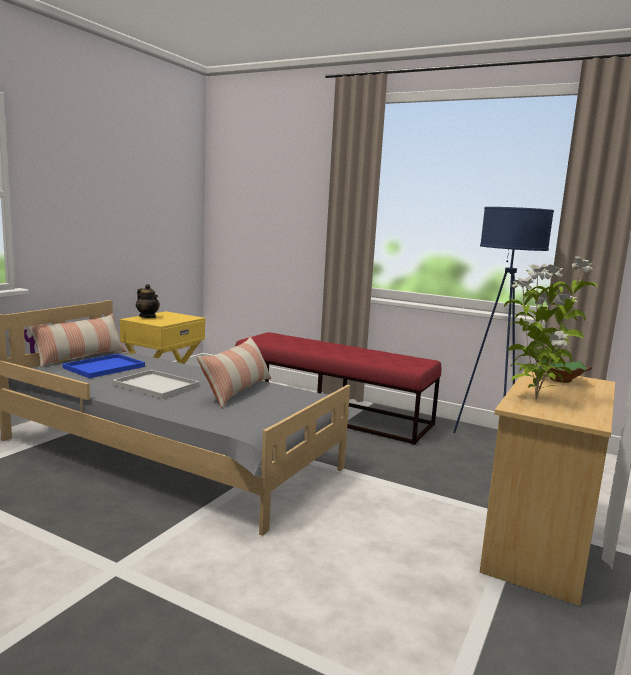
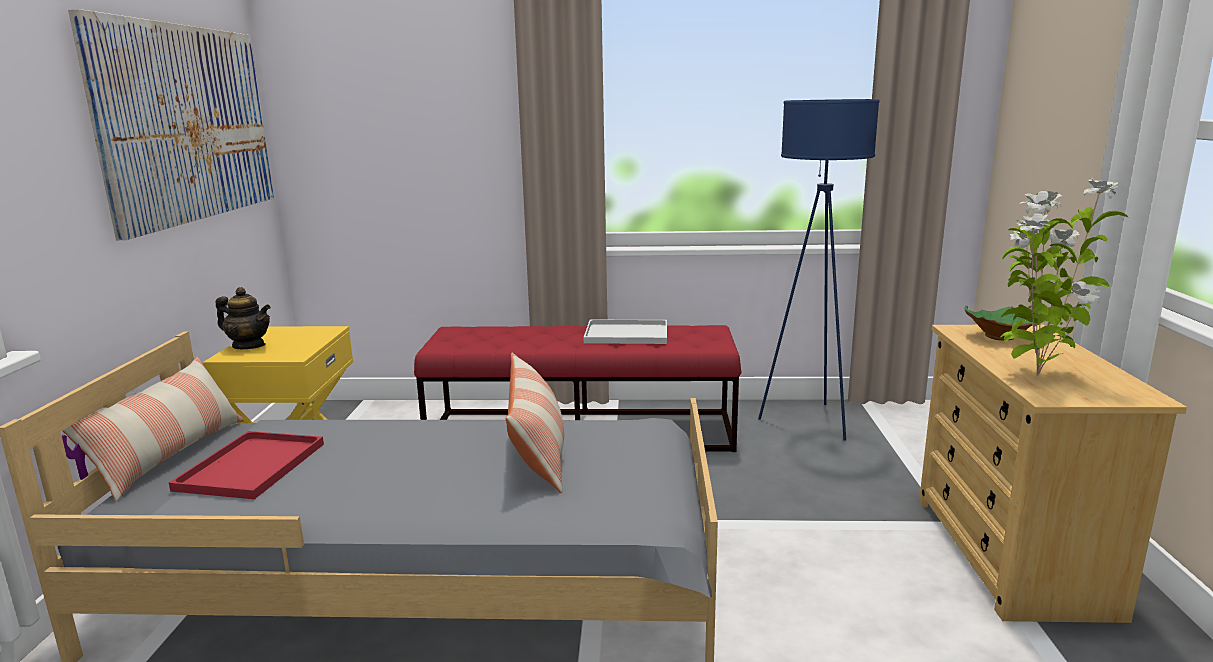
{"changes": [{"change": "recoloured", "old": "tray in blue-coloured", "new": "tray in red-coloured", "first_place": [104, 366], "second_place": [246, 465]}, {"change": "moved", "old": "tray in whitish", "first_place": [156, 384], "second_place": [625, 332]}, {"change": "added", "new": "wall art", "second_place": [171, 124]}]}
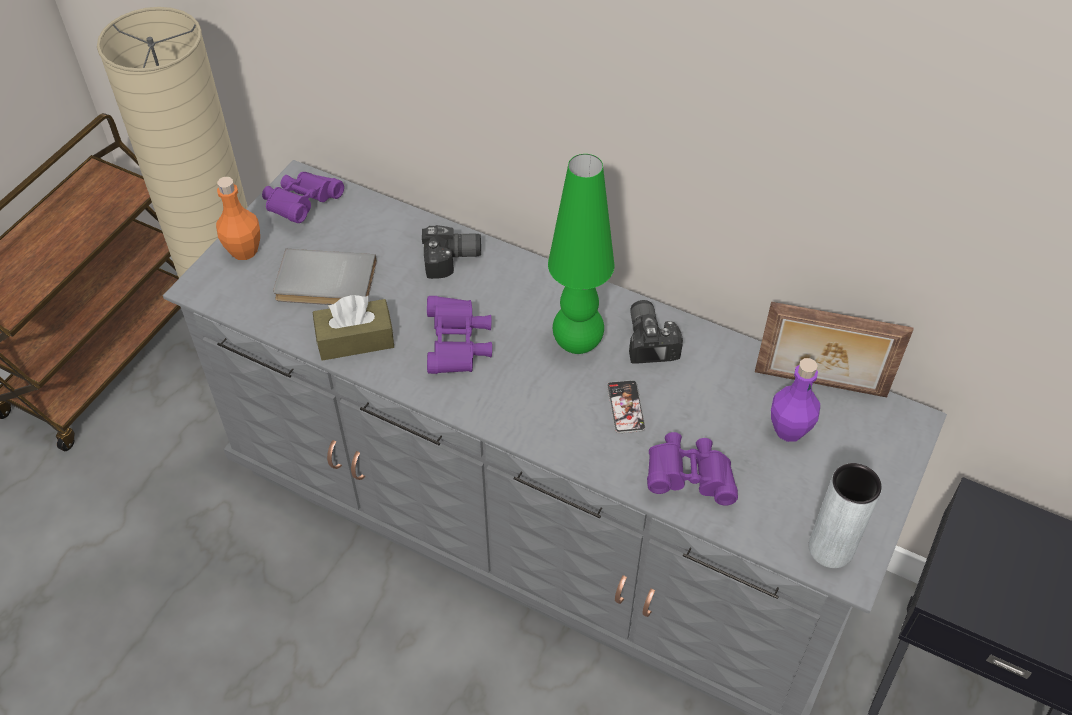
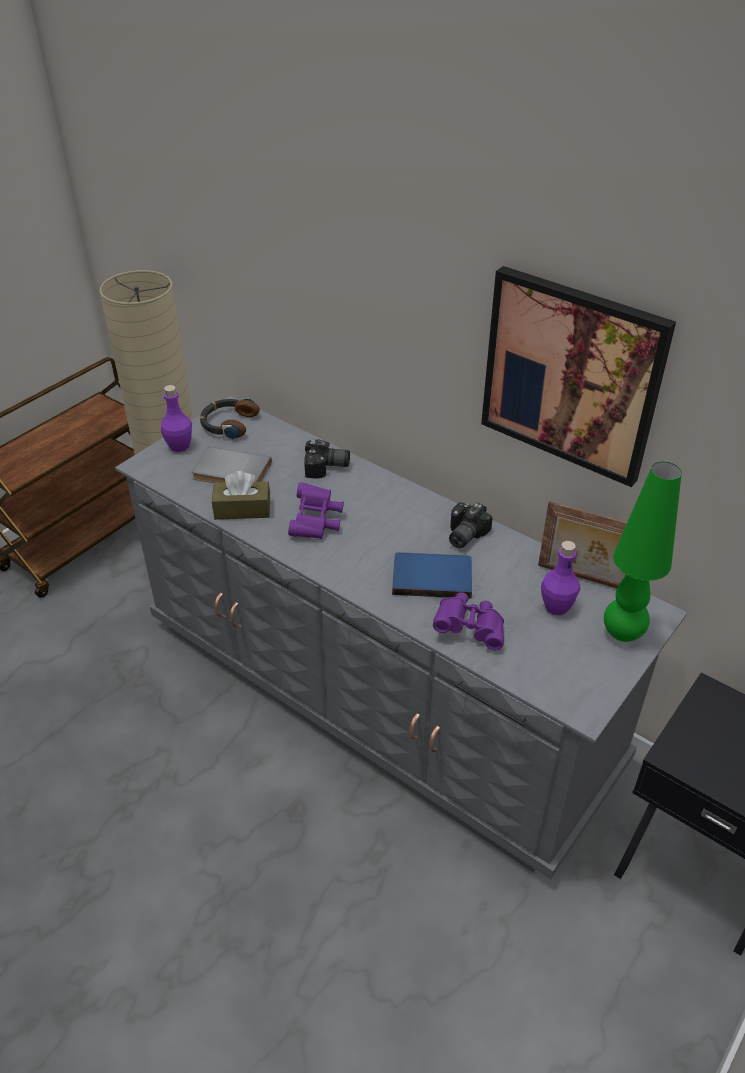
{"changes": [{"change": "recoloured", "old": "bottle in orangey", "new": "bottle in purple-coloured", "first_place": [238, 218], "second_place": [176, 418]}, {"change": "replaced", "old": "binoculars in purple-coloured", "new": "pair of headphones", "first_place": [303, 197], "second_place": [230, 418]}, {"change": "moved", "old": "table lamp in green", "first_place": [581, 254], "second_place": [643, 552]}, {"change": "replaced", "old": "telephone", "new": "bound book in blue-coloured", "first_place": [626, 406], "second_place": [432, 575]}, {"change": "turned", "old": "photo camera", "first_place": [656, 332], "second_place": [471, 525], "degrees": -150}, {"change": "removed", "old": "vase in greyish", "first_place": [845, 515]}, {"change": "added", "new": "wall art", "second_place": [578, 376]}]}
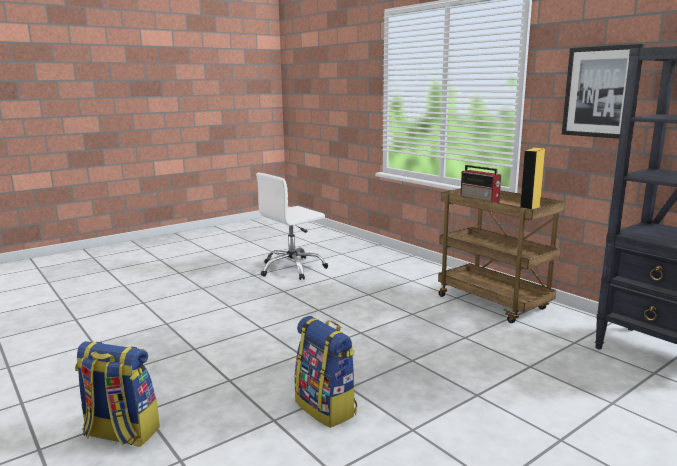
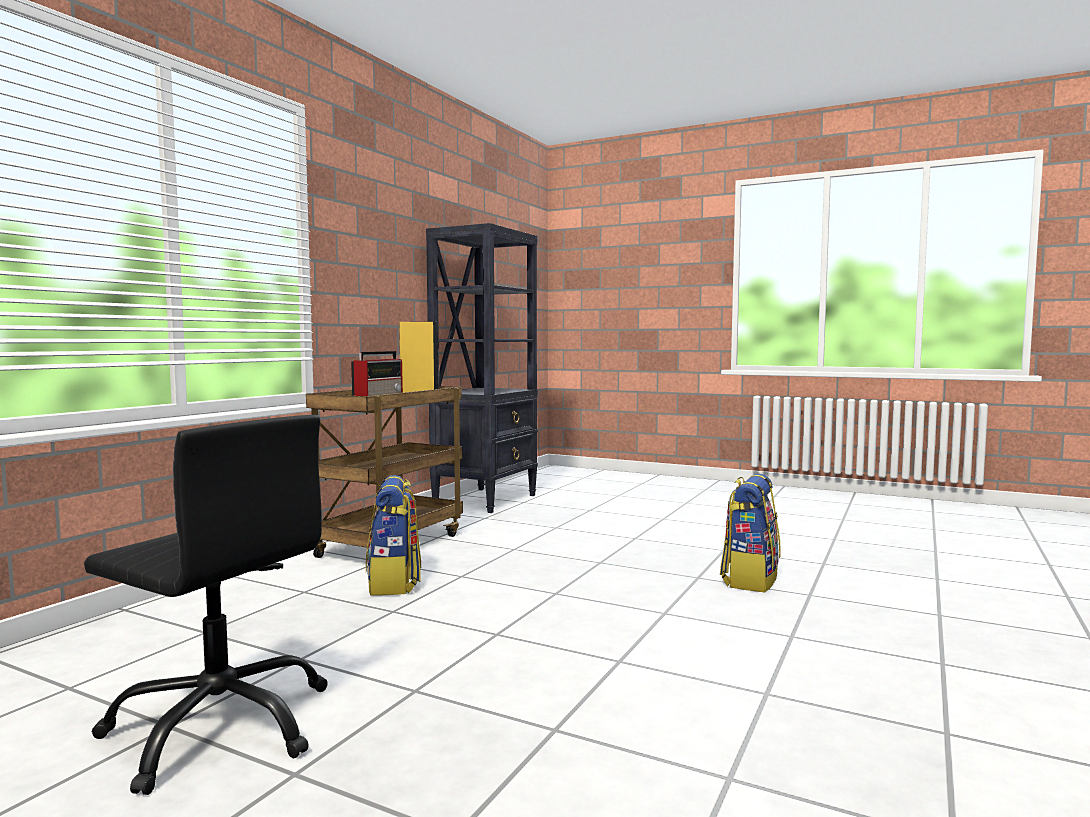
{"changes": [{"change": "moved", "old": "backpack", "first_place": [117, 394], "second_place": [393, 535]}, {"change": "recoloured", "old": "desk chair in whitish", "new": "desk chair in black", "first_place": [292, 226], "second_place": [206, 605]}, {"change": "removed", "old": "wall art", "first_place": [603, 91]}]}
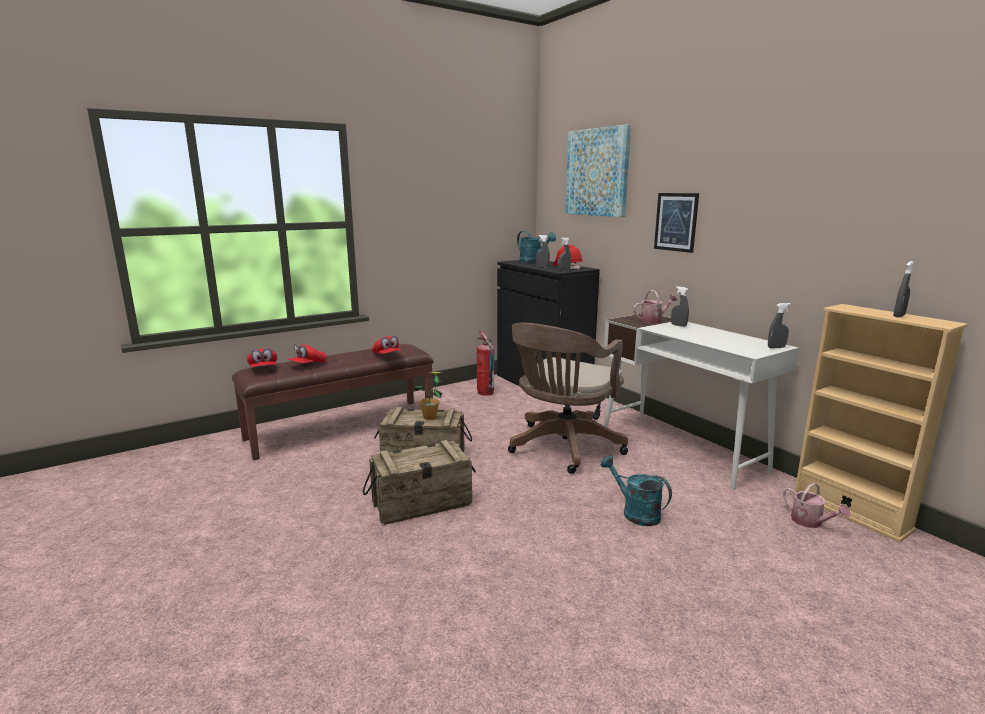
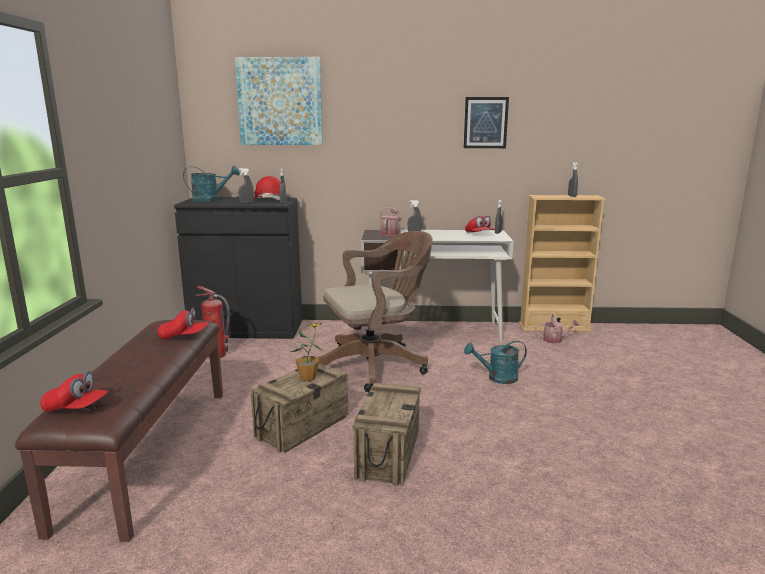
{"changes": [{"change": "moved", "old": "baseball cap in red-coloured", "first_place": [307, 353], "second_place": [479, 223]}, {"change": "turned", "old": "desk chair in brown", "first_place": [568, 398], "second_place": [375, 311], "degrees": -90}, {"change": "moved", "old": "wall art", "first_place": [676, 223], "second_place": [486, 122]}]}
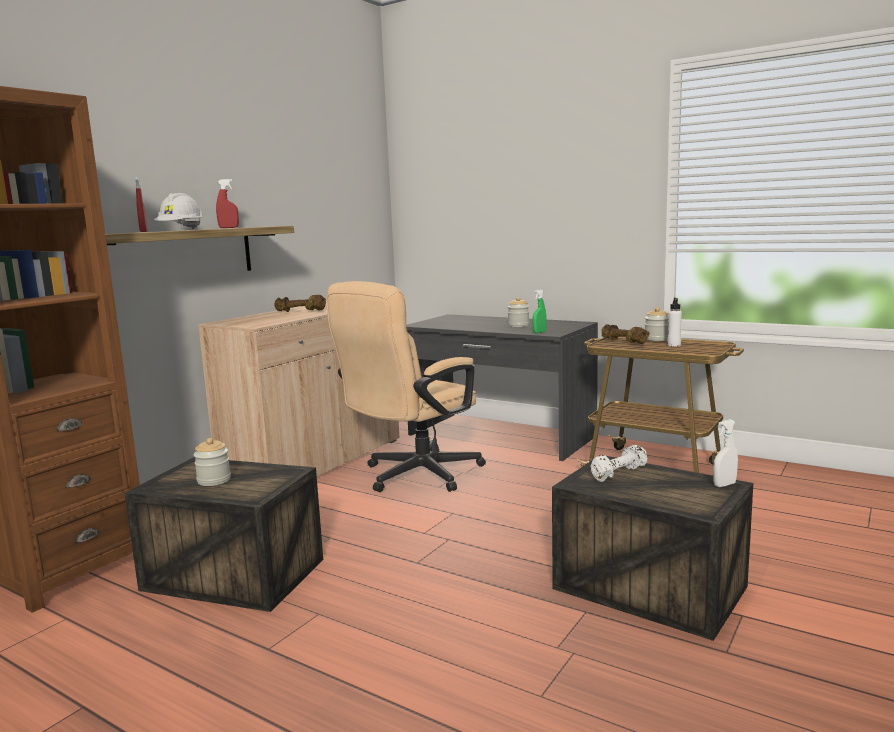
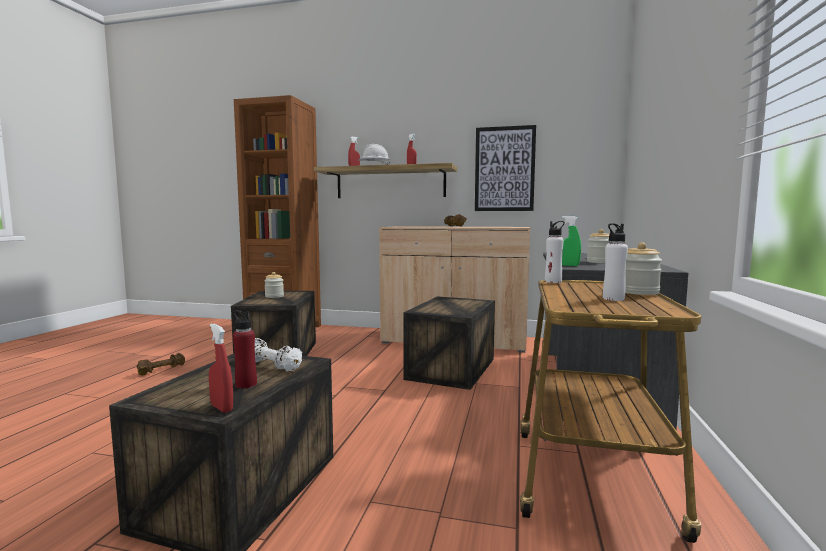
{"changes": [{"change": "replaced", "old": "desk chair in sand-coloured", "new": "packing crate", "first_place": [406, 386], "second_place": [449, 343]}, {"change": "moved", "old": "dumbbell in brown", "first_place": [625, 334], "second_place": [161, 364]}, {"change": "recoloured", "old": "sprayer in whitish", "new": "sprayer in red-coloured", "first_place": [725, 453], "second_place": [221, 368]}, {"change": "added", "new": "bottle in red-coloured", "second_place": [245, 349]}, {"change": "added", "new": "wall art", "second_place": [505, 168]}, {"change": "added", "new": "bottle in whitish", "second_place": [555, 252]}]}
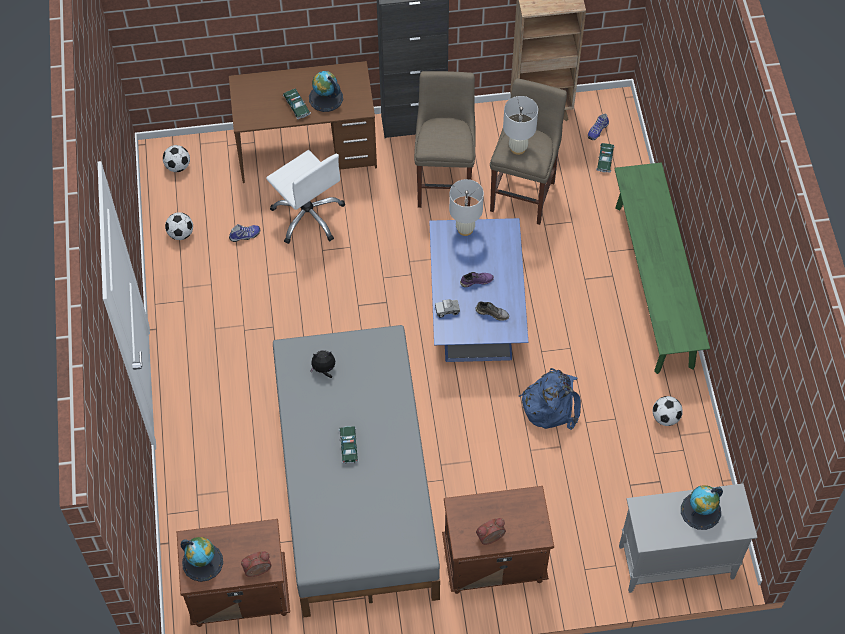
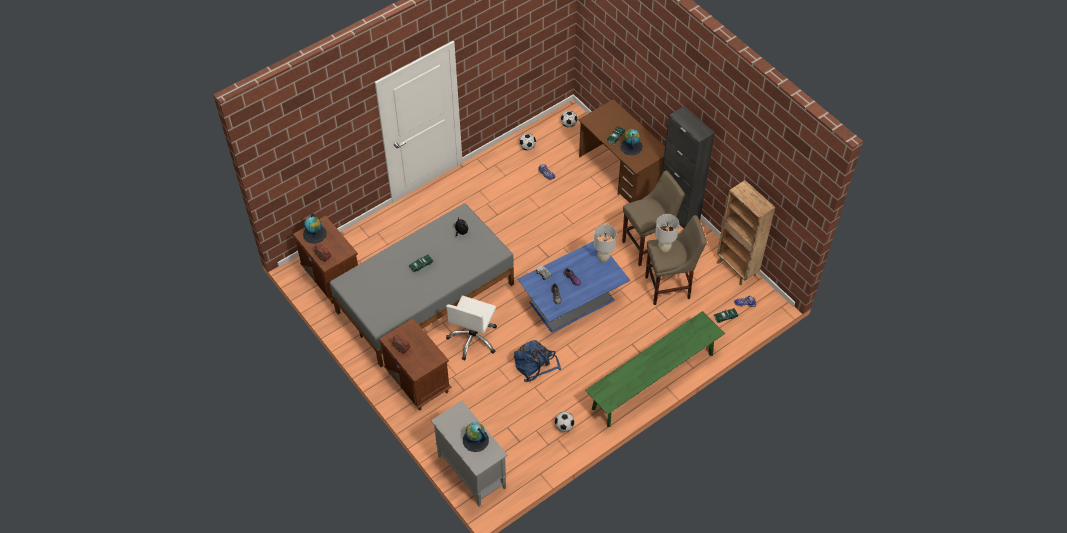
{"changes": [{"change": "moved", "old": "desk chair in whitish", "first_place": [305, 197], "second_place": [471, 327]}]}
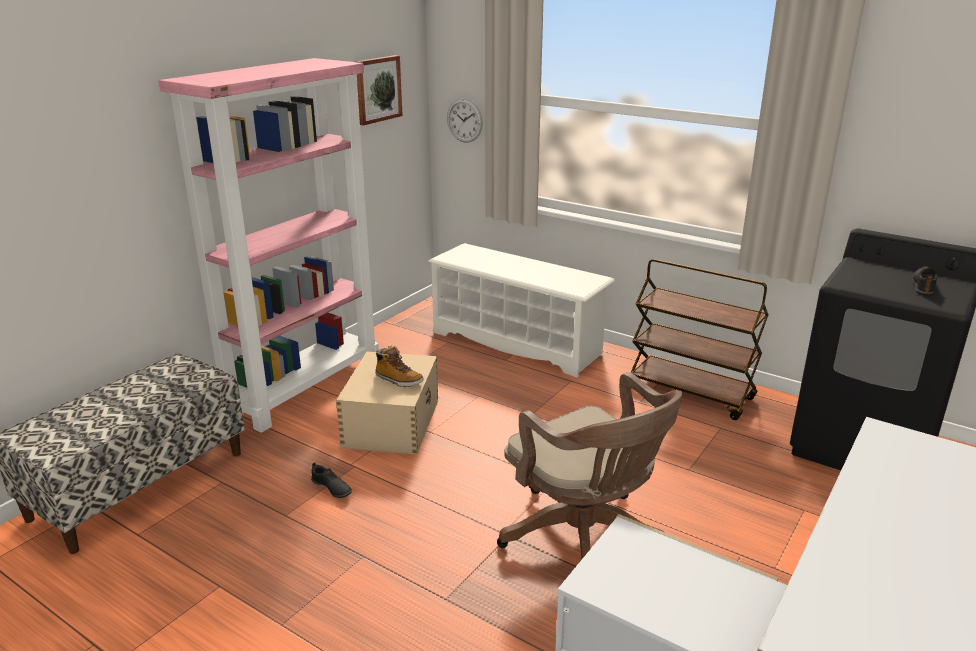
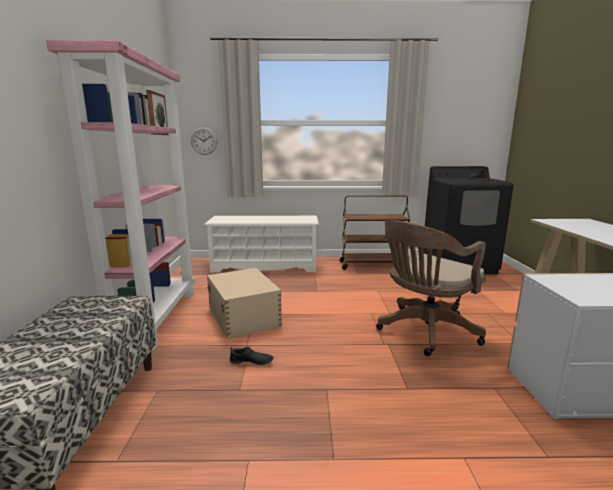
{"changes": [{"change": "removed", "old": "boot", "first_place": [399, 366]}, {"change": "turned", "old": "desk chair in brown", "first_place": [589, 466], "second_place": [431, 288], "degrees": 120}]}
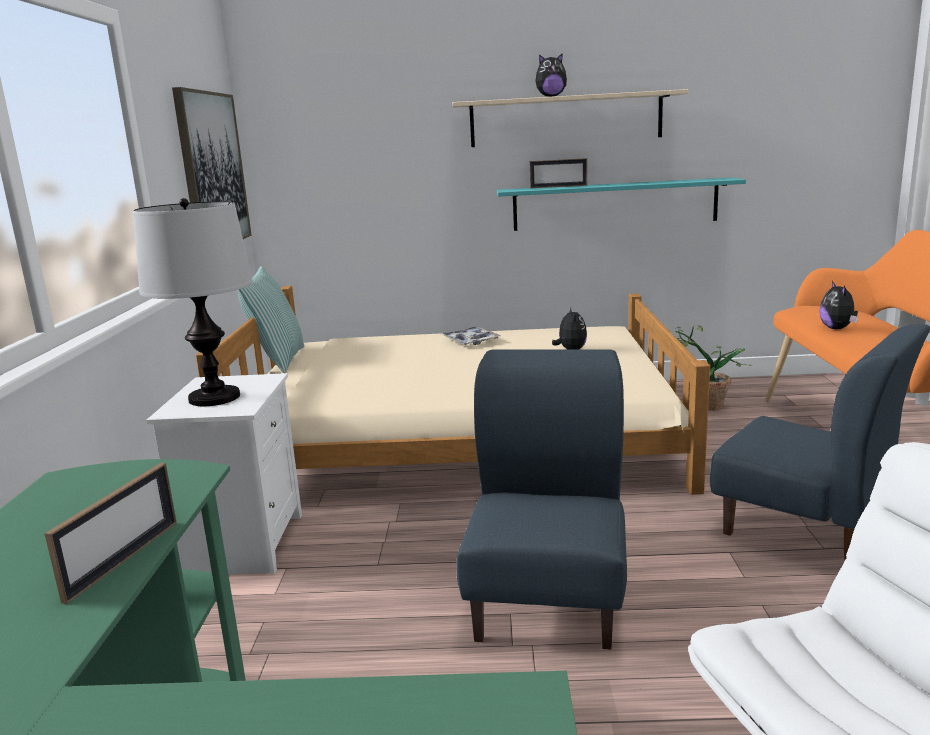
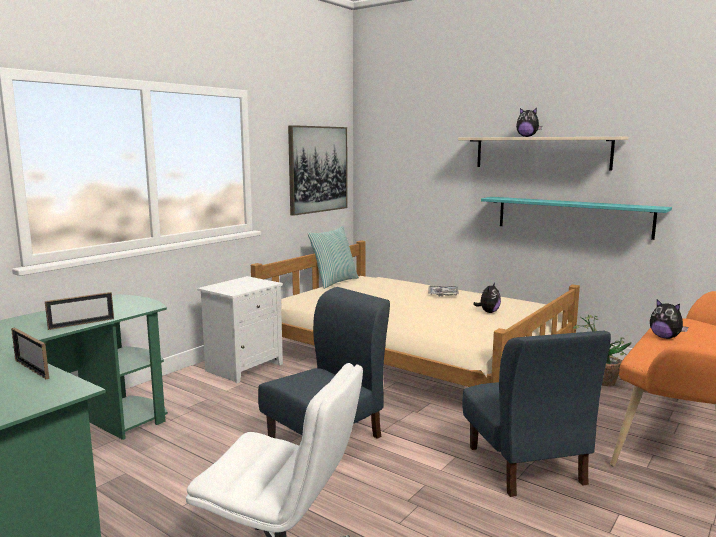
{"changes": [{"change": "removed", "old": "table lamp", "first_place": [193, 302]}, {"change": "moved", "old": "picture frame", "first_place": [558, 173], "second_place": [30, 353]}, {"change": "turned", "old": "plush toy", "first_place": [838, 305], "second_place": [669, 319], "degrees": -75}]}
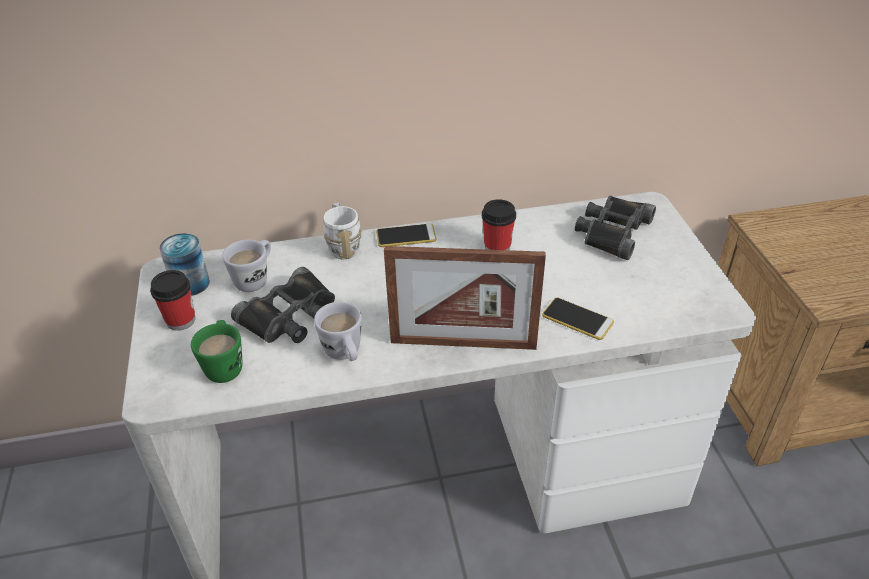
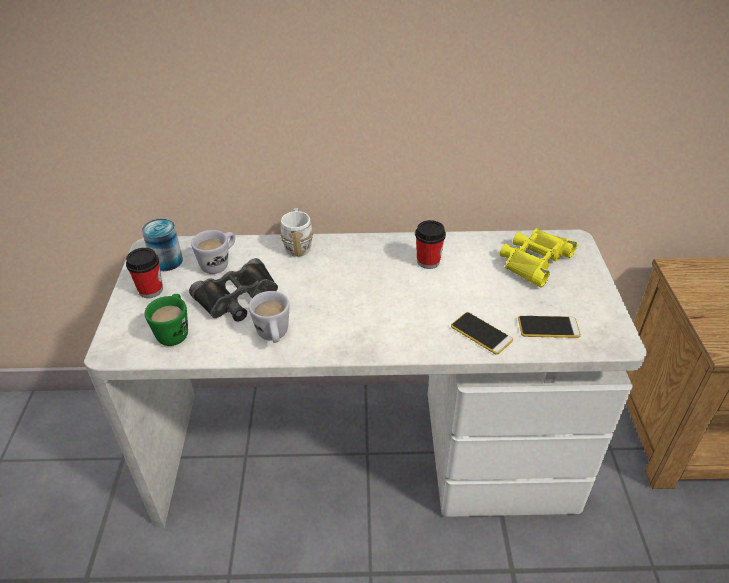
{"changes": [{"change": "moved", "old": "telephone", "first_place": [406, 235], "second_place": [549, 327]}, {"change": "removed", "old": "picture frame", "first_place": [465, 298]}, {"change": "recoloured", "old": "binoculars in black", "new": "binoculars in yellow-coloured", "first_place": [615, 227], "second_place": [538, 258]}]}
